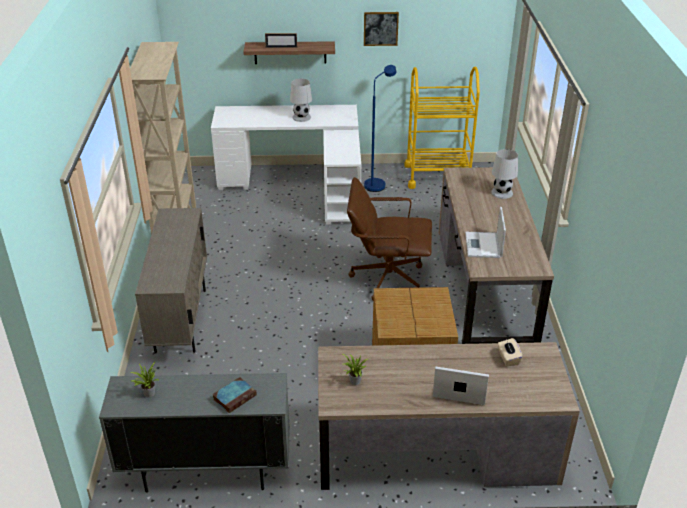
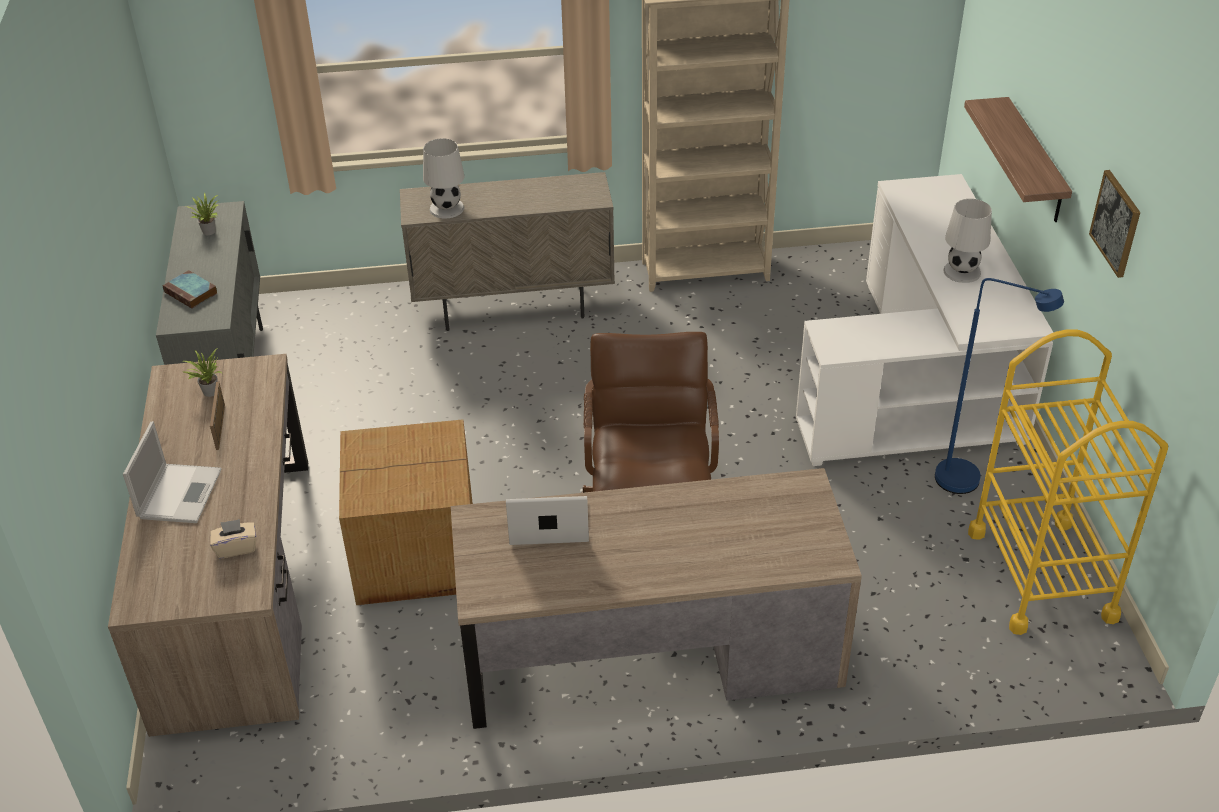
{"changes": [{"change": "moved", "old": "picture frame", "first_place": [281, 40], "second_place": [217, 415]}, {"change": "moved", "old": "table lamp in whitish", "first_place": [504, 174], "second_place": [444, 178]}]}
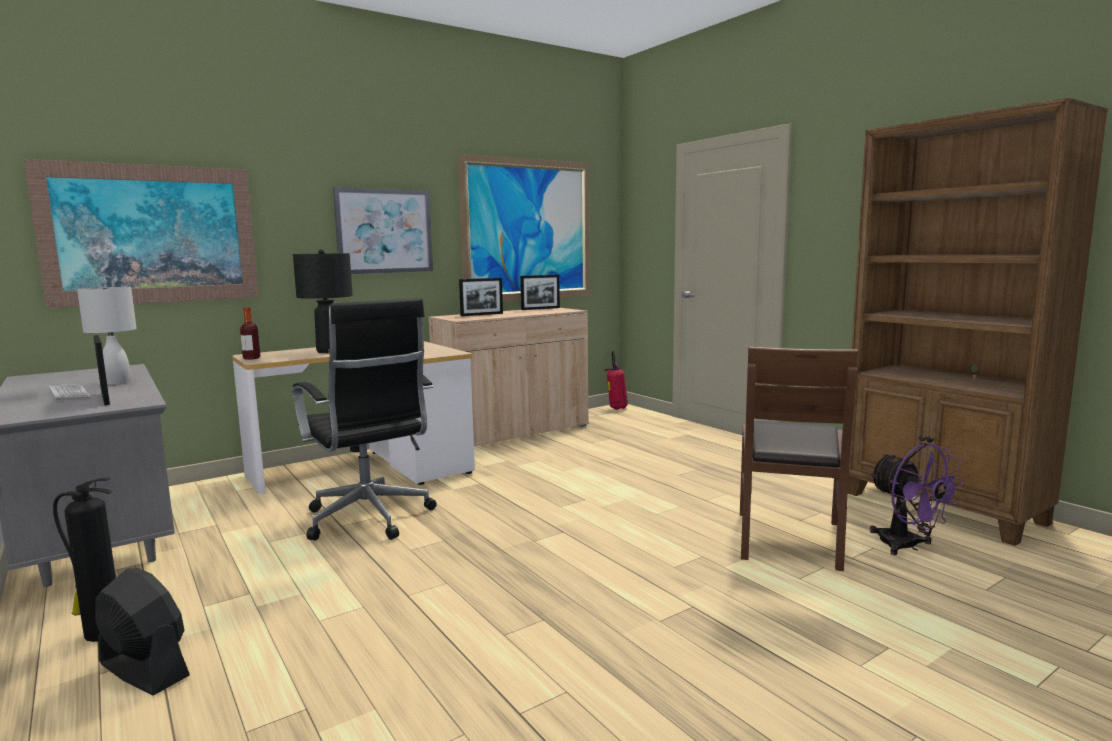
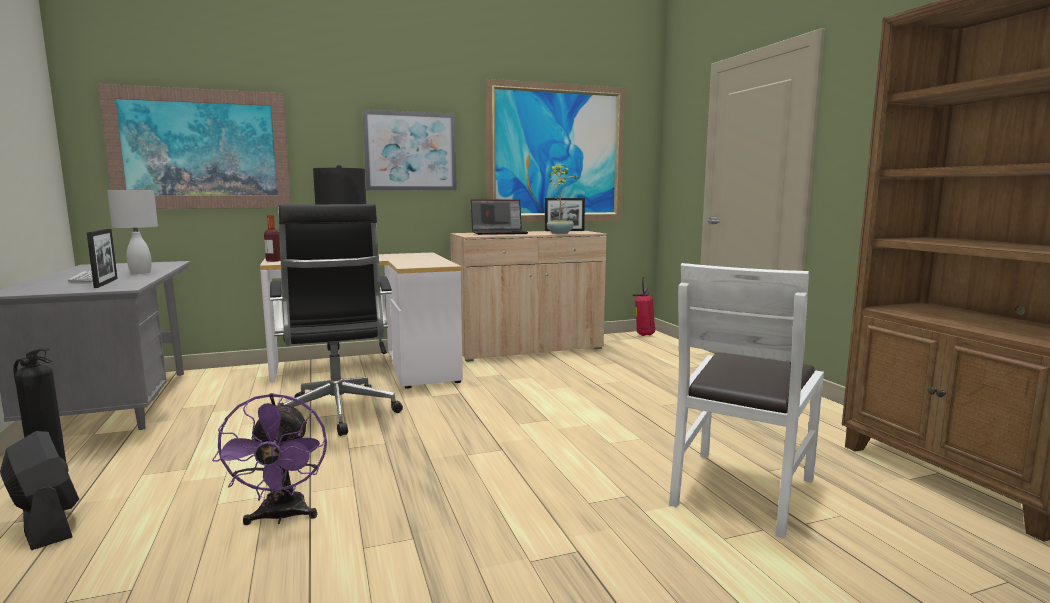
{"changes": [{"change": "replaced", "old": "picture frame", "new": "portable computer", "first_place": [481, 297], "second_place": [499, 217]}, {"change": "recoloured", "old": "plain chair in brown", "new": "plain chair in whitish", "first_place": [799, 458], "second_place": [746, 400]}, {"change": "moved", "old": "electric fan in purple-coloured", "first_place": [917, 499], "second_place": [269, 459]}, {"change": "added", "new": "potted plant", "second_place": [563, 199]}]}
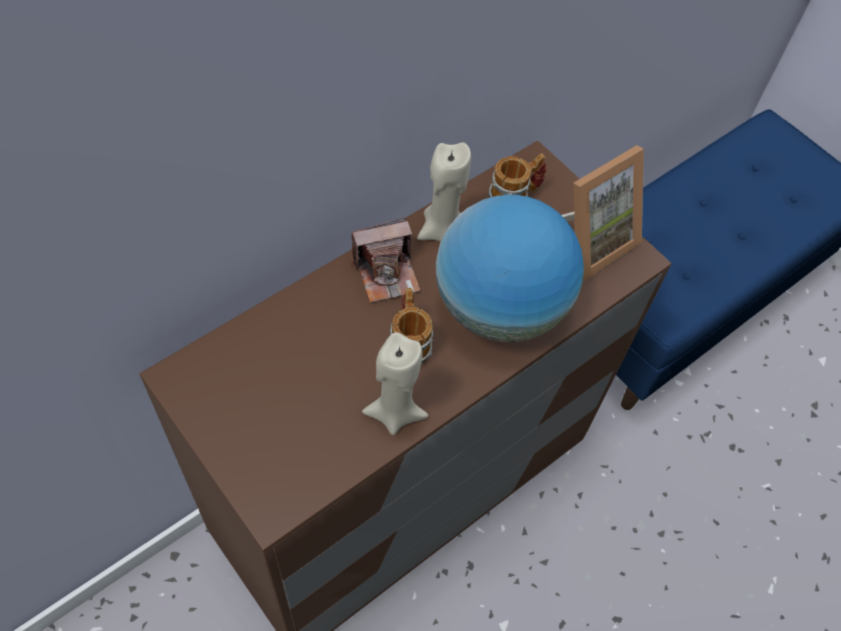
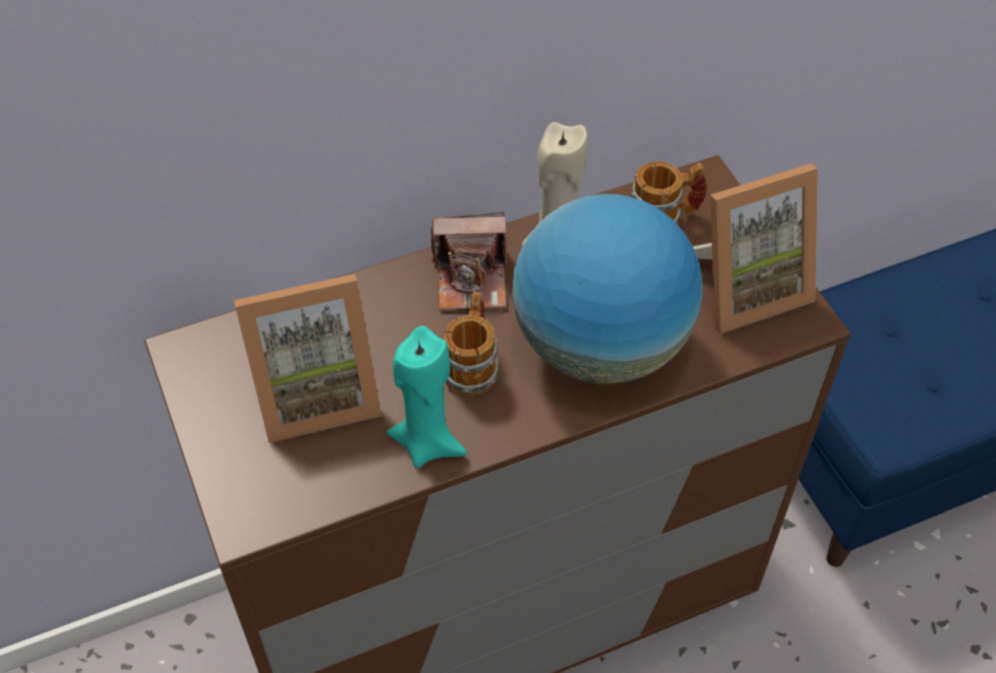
{"changes": [{"change": "recoloured", "old": "candle in sand-coloured", "new": "candle in turquoise-coloured", "first_place": [395, 383], "second_place": [427, 397]}, {"change": "added", "new": "picture frame", "second_place": [308, 358]}]}
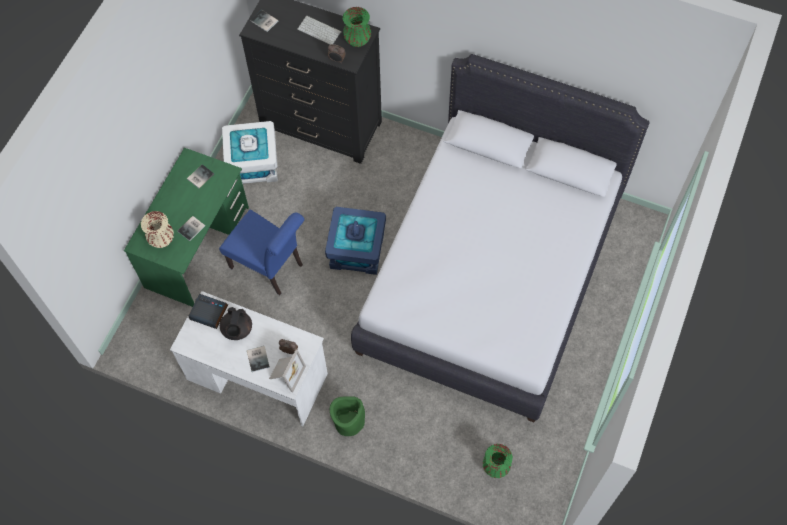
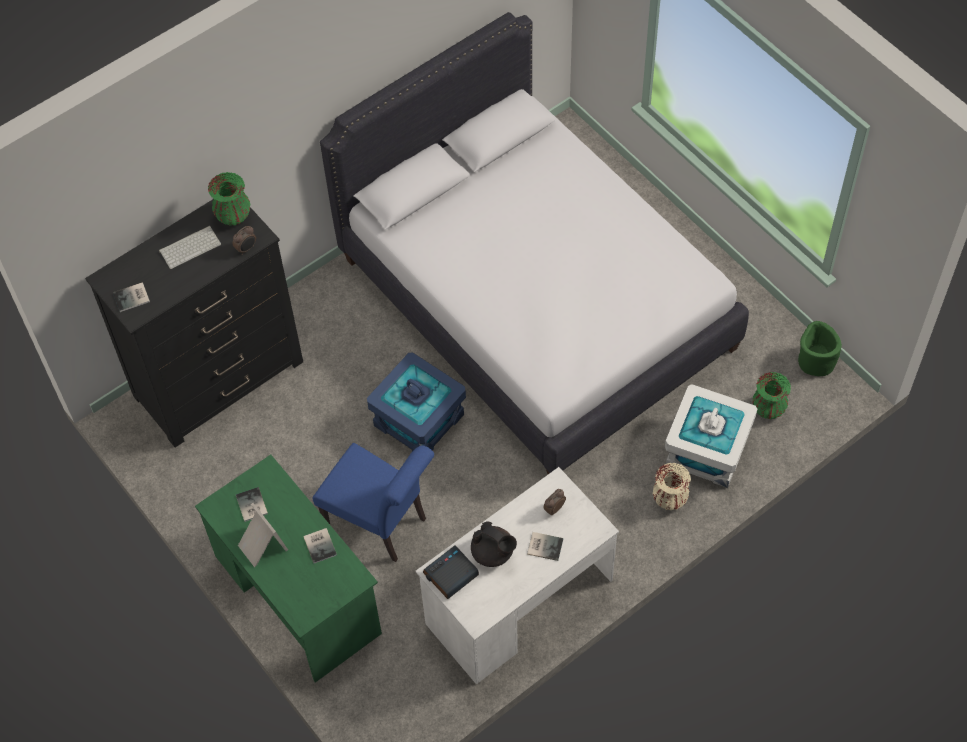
{"changes": [{"change": "moved", "old": "vase in sand-coloured", "first_place": [157, 229], "second_place": [672, 486]}, {"change": "turned", "old": "plain chair in blue-coloured", "first_place": [261, 252], "second_place": [373, 502], "degrees": 60}, {"change": "moved", "old": "storage box in whitish", "first_place": [250, 152], "second_place": [711, 436]}, {"change": "moved", "old": "picture frame", "first_place": [287, 371], "second_place": [263, 535]}, {"change": "moved", "old": "plant pot in green", "first_place": [347, 416], "second_place": [820, 348]}]}
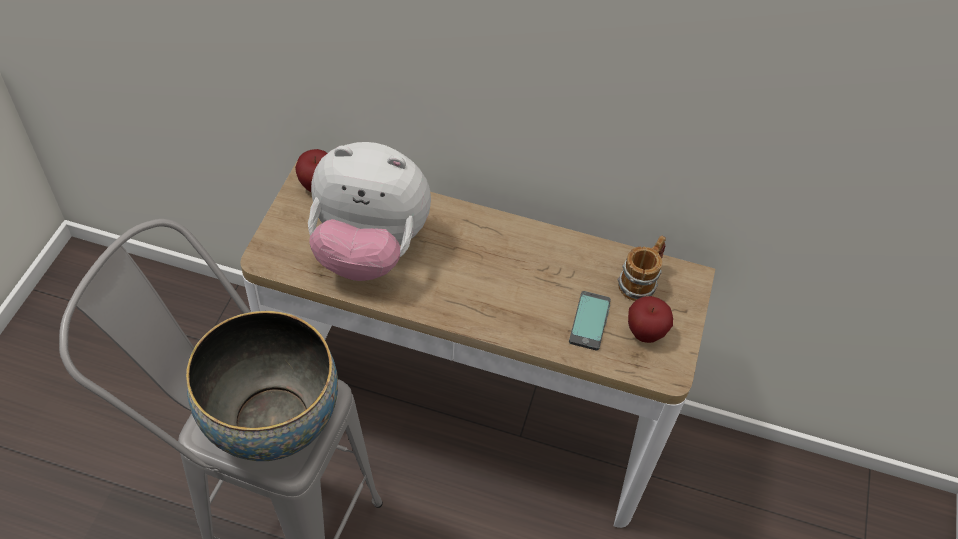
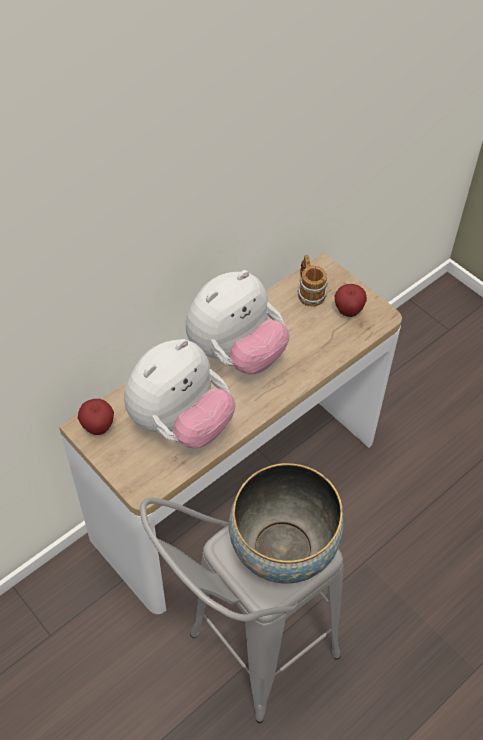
{"changes": [{"change": "removed", "old": "telephone", "first_place": [590, 321]}, {"change": "added", "new": "plush toy", "second_place": [238, 322]}]}
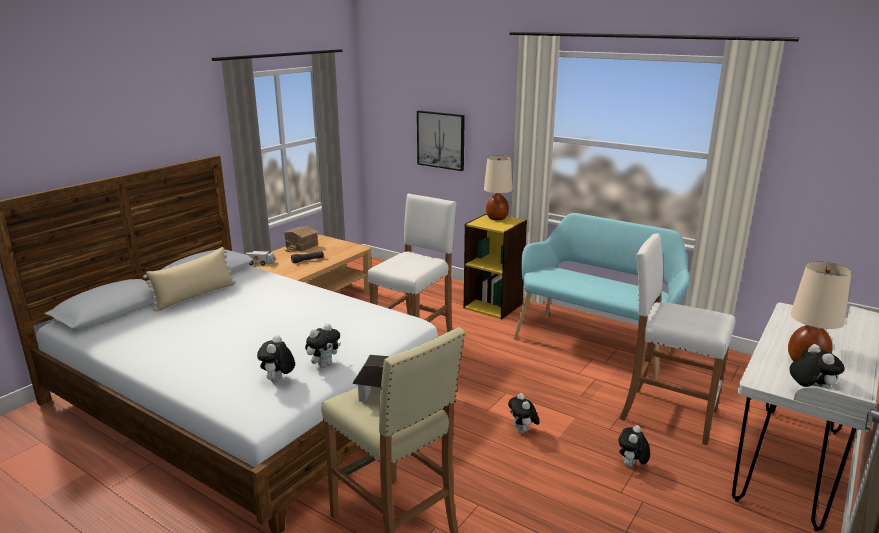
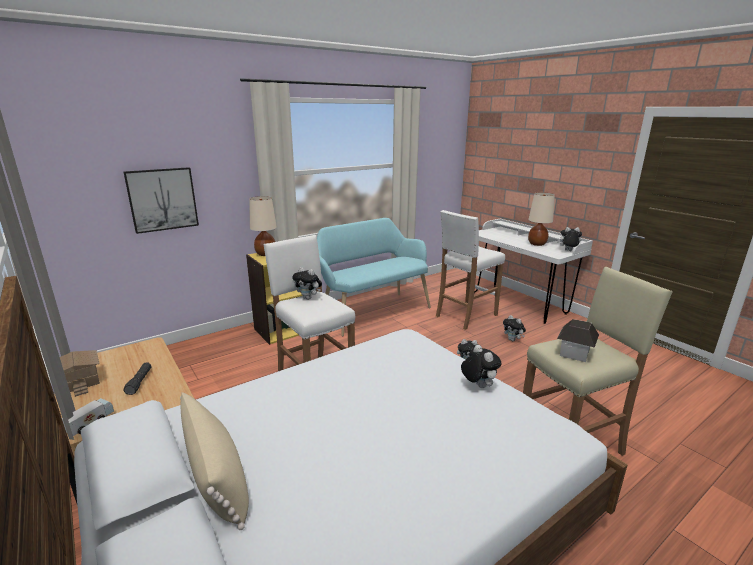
{"changes": [{"change": "moved", "old": "plush toy", "first_place": [276, 358], "second_place": [307, 283]}]}
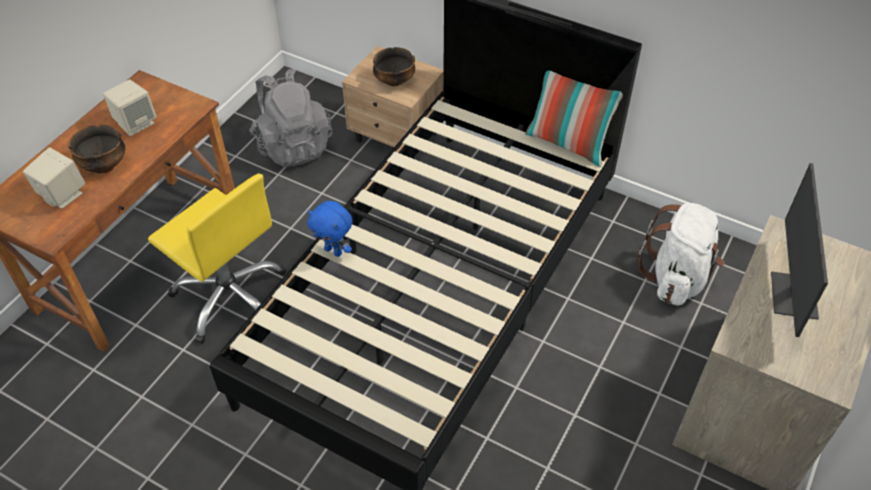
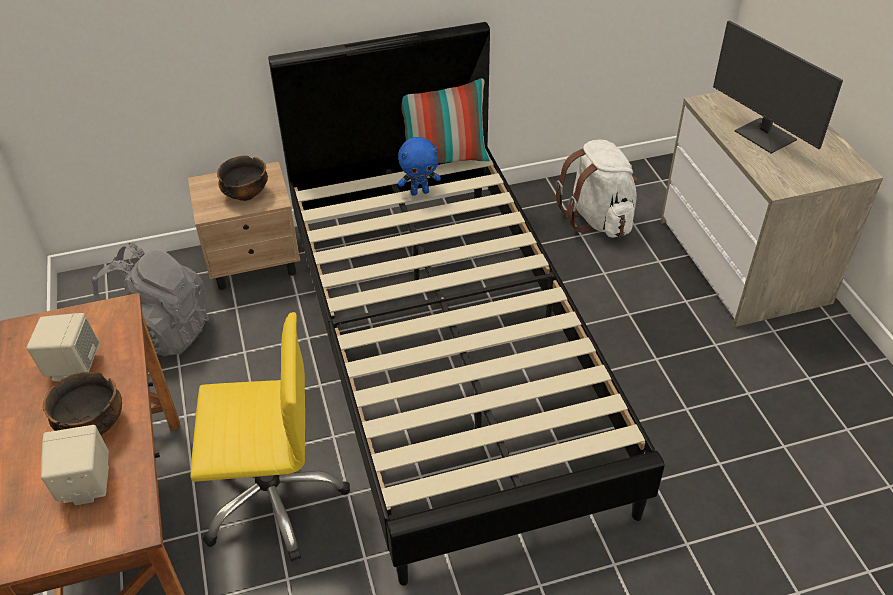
{"changes": [{"change": "moved", "old": "plush toy in blue-coloured", "first_place": [329, 229], "second_place": [419, 166]}]}
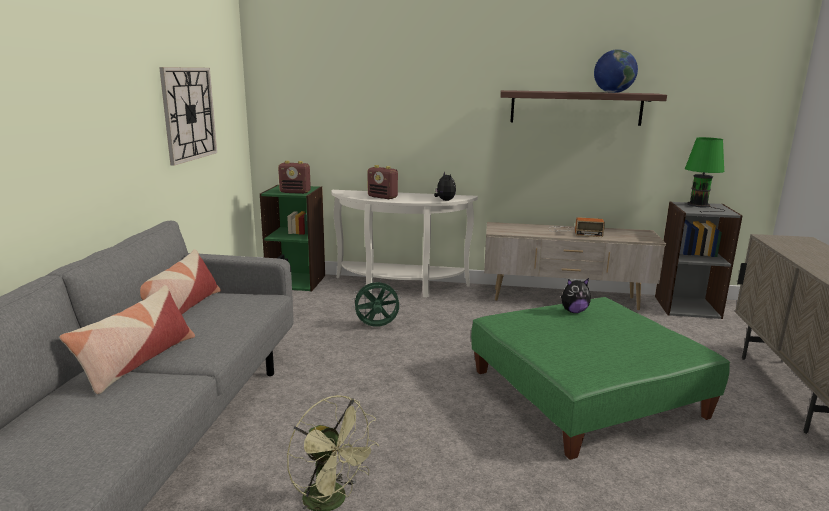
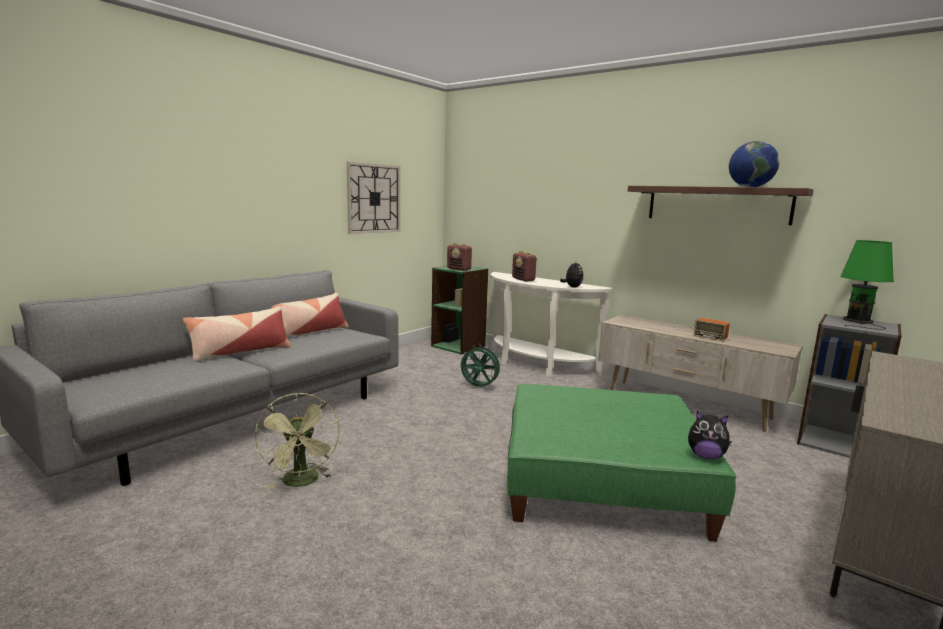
{"changes": [{"change": "moved", "old": "plush toy", "first_place": [576, 295], "second_place": [710, 435]}]}
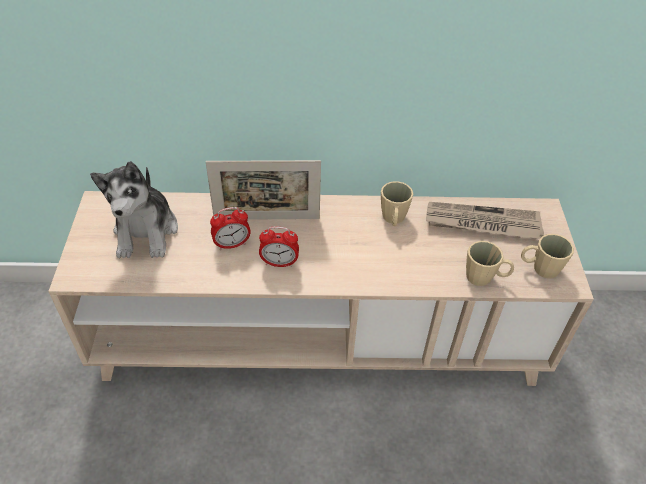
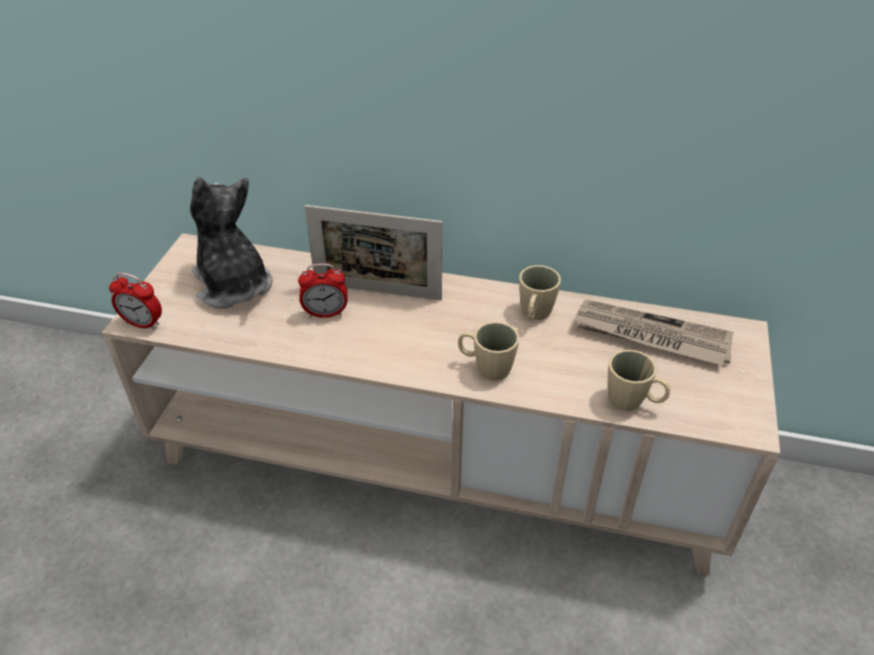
{"changes": [{"change": "turned", "old": "plush toy", "first_place": [134, 209], "second_place": [231, 243], "degrees": 135}, {"change": "moved", "old": "bedside clock", "first_place": [279, 246], "second_place": [135, 301]}, {"change": "moved", "old": "coffee mug in sand-coloured", "first_place": [547, 256], "second_place": [488, 351]}]}
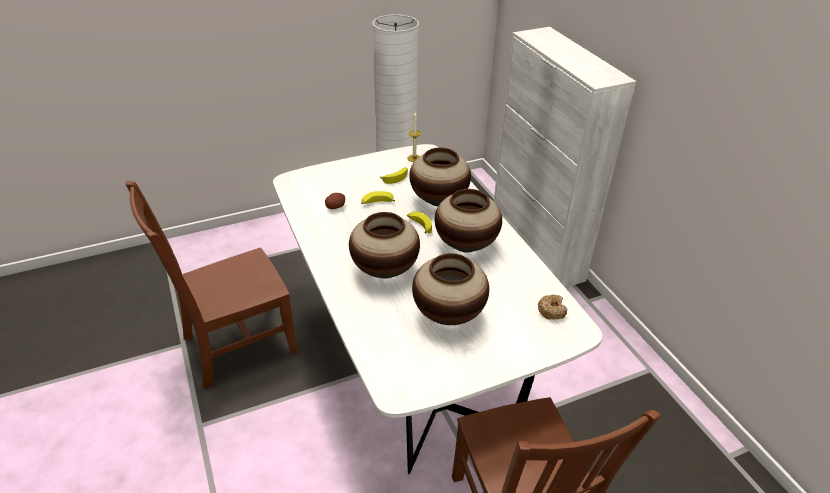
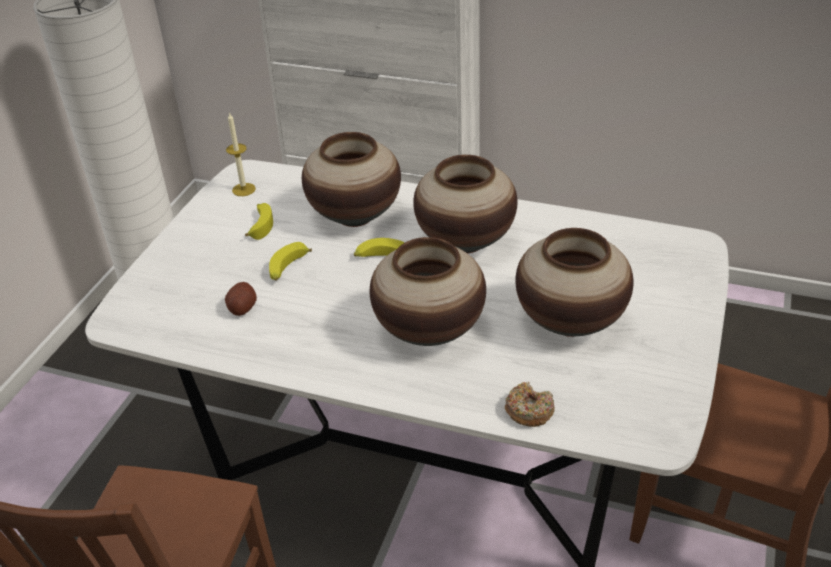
{"changes": [{"change": "moved", "old": "doughnut", "first_place": [553, 307], "second_place": [530, 404]}]}
